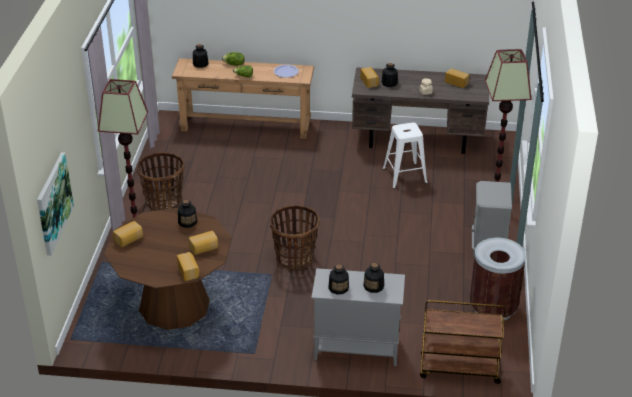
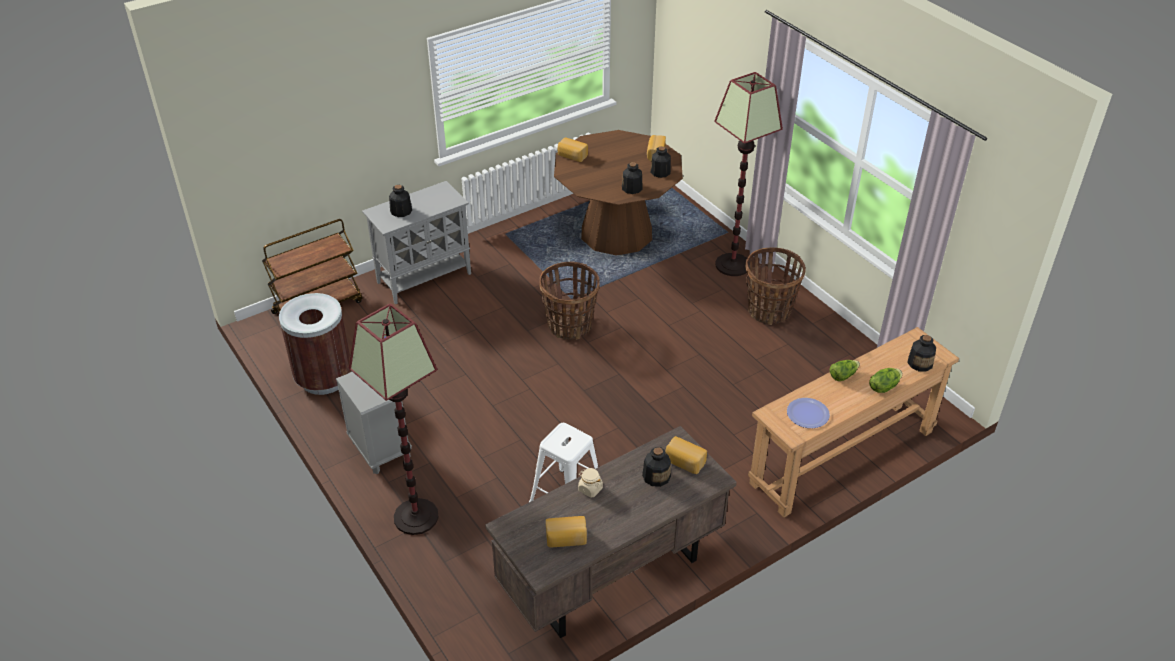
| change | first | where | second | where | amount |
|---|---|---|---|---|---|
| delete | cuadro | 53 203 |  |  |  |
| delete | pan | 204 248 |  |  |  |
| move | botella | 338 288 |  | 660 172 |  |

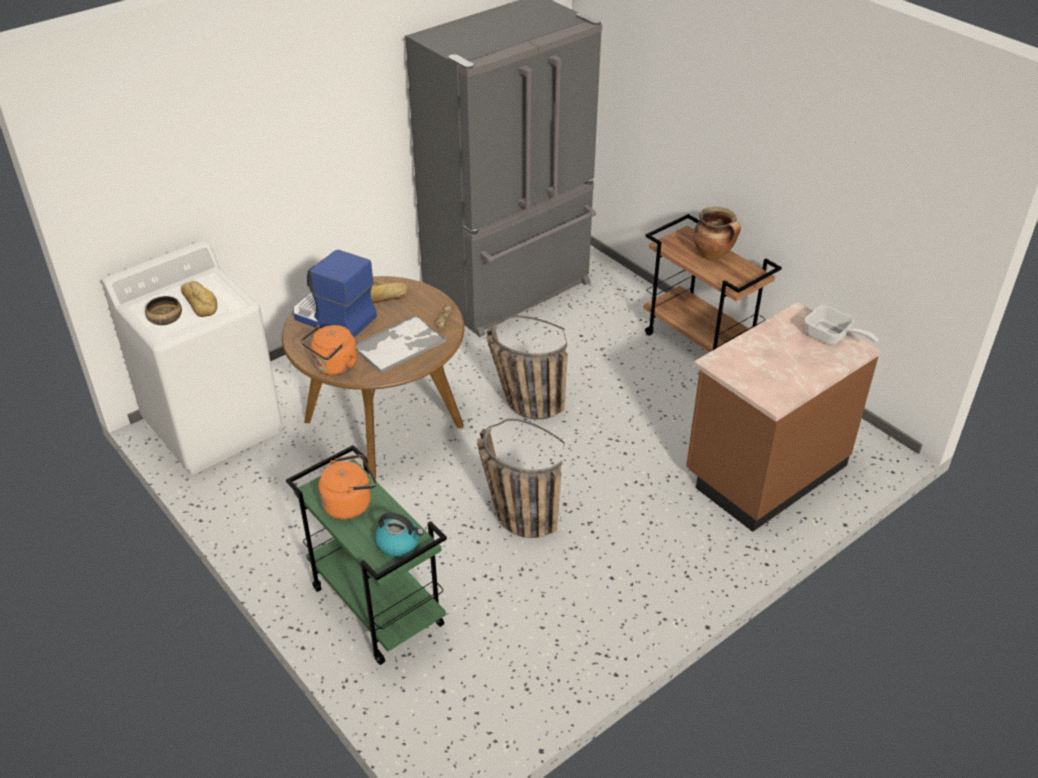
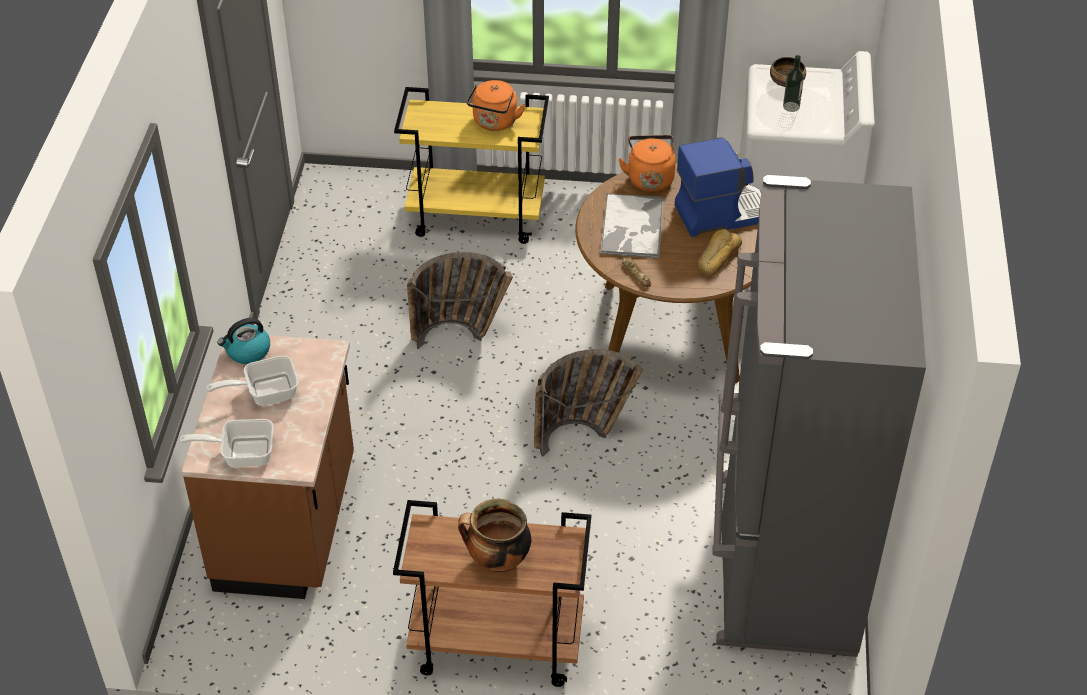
| change | first | where | second | where | amount |
|---|---|---|---|---|---|
| insert |  |  | sartén | 265 392 |  |
| move | hervidor | 399 543 |  | 247 352 |  |
| replace | pan | 200 302 | botella | 791 106 |  |
| recolor | carrito (verde) | 375 606 | carrito (amarillo) | 477 217 |  |

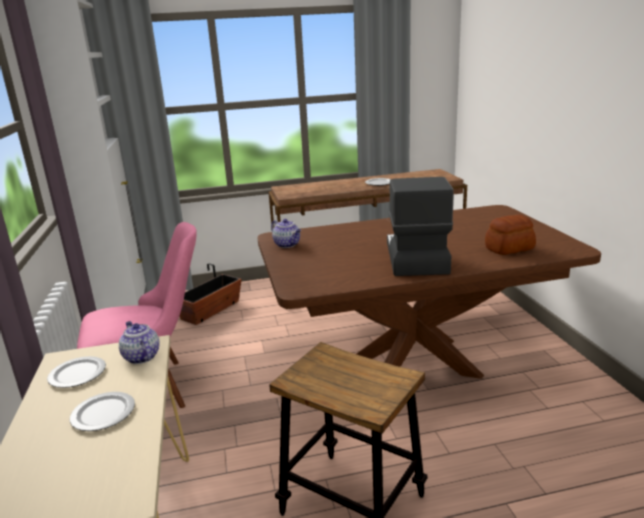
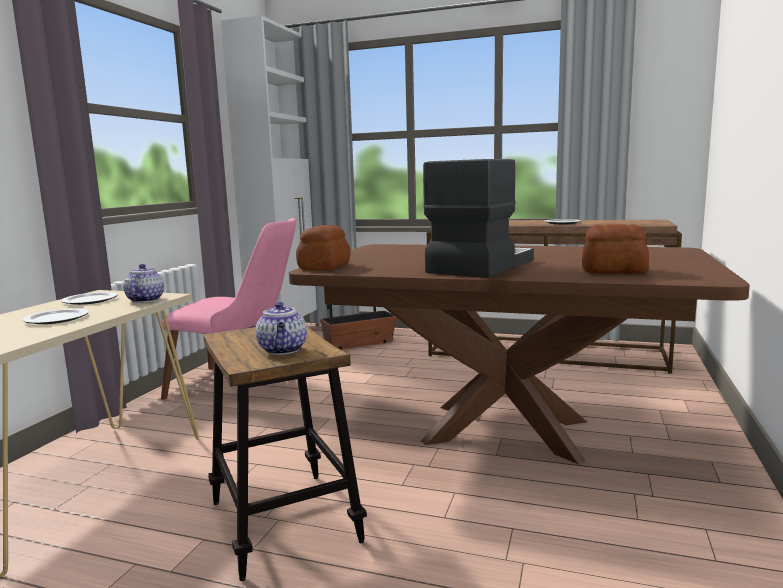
| change | first | where | second | where | amount |
|---|---|---|---|---|---|
| insert |  |  | pan | 325 267 |  |
| move | tetera | 287 245 |  | 283 350 |  |

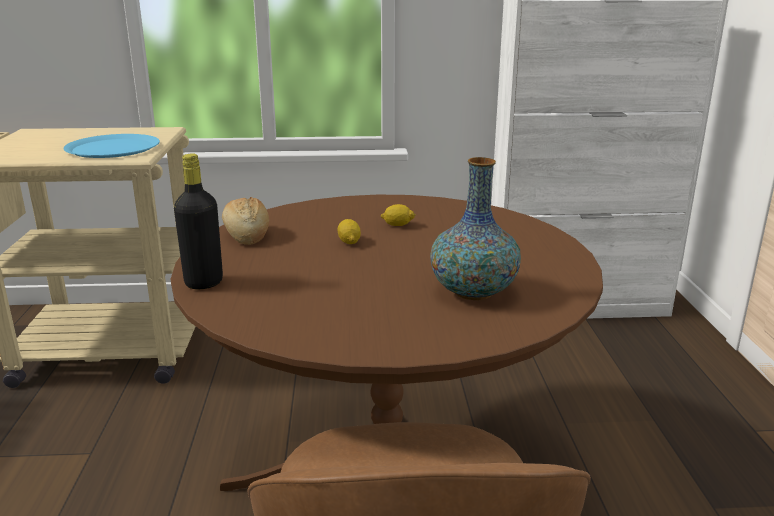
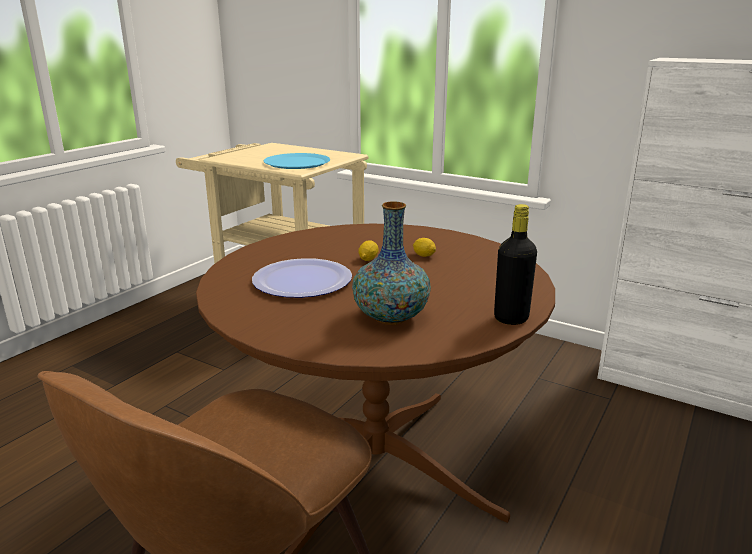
| change | first | where | second | where | amount |
|---|---|---|---|---|---|
| delete | pan | 246 235 |  |  |  |
| insert |  |  | plato | 302 281 |  |
| move | botella (negro) | 204 282 |  | 511 318 |  |

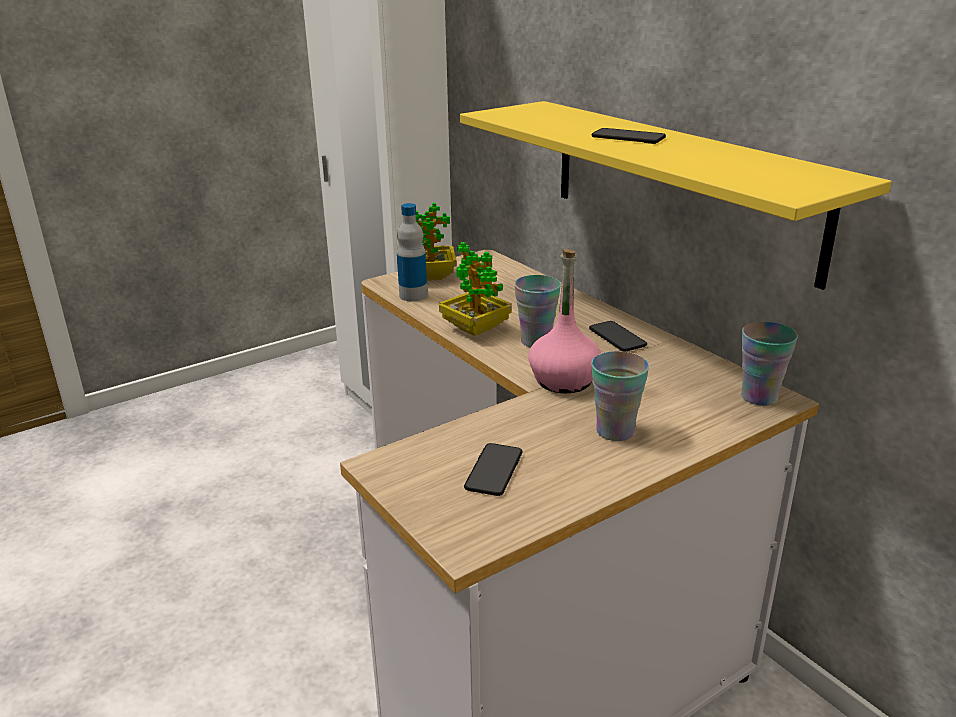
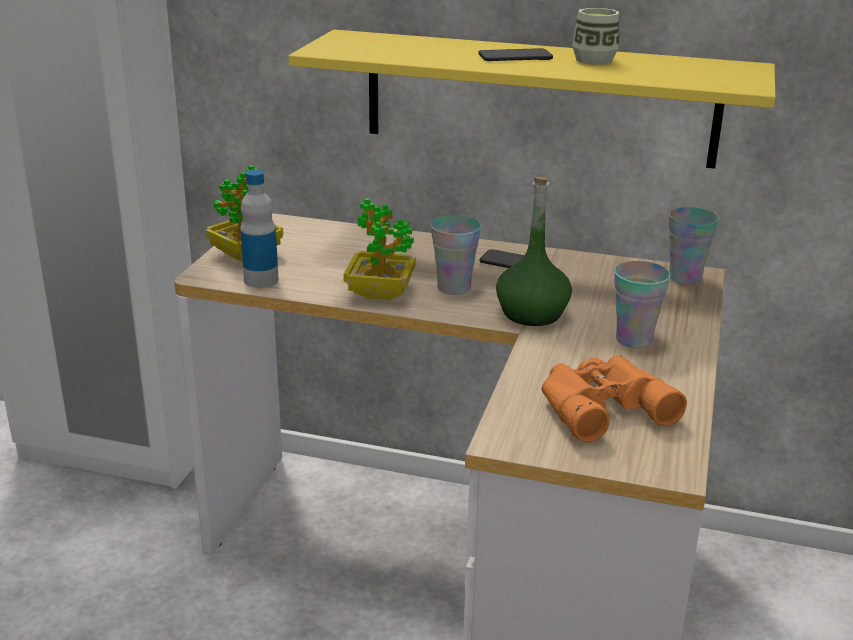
| change | first | where | second | where | amount |
|---|---|---|---|---|---|
| insert |  |  | taza | 594 60 |  |
| replace | móvil | 494 470 | prismáticos (naranja) | 600 405 |  |
| recolor | botella (rosa) | 564 380 | botella (verde) | 532 313 |  |

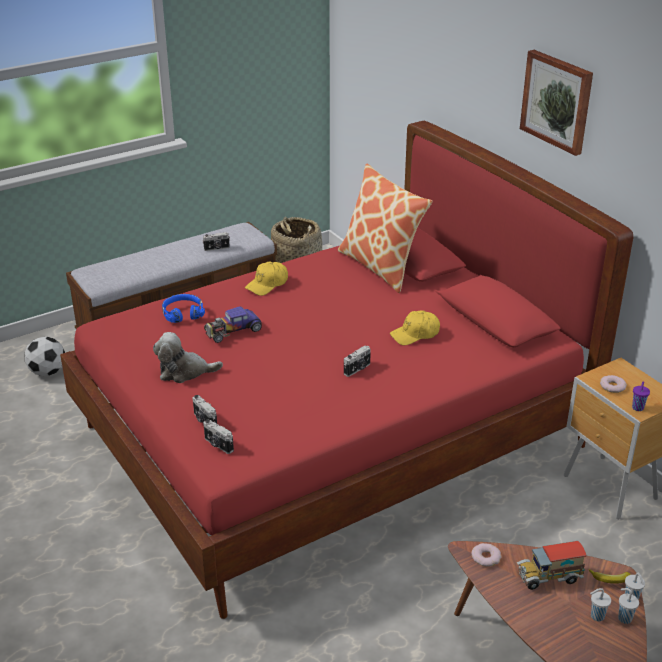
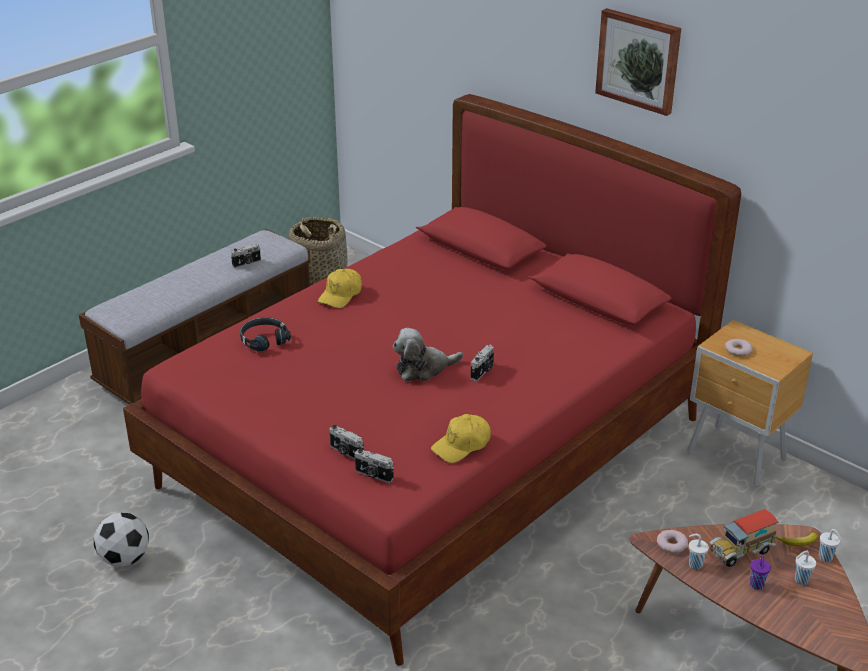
| change | first | where | second | where | amount |
|---|---|---|---|---|---|
| delete | coche de juguete | 233 330 |  |  |  |
| delete | cojín | 381 266 |  |  |  |
| move | balón de fútbol | 48 372 |  | 125 558 |  |
| move | peluche | 184 371 |  | 423 369 |  |
| move | gorra (amarillo) | 415 334 |  | 462 445 |  |
| move | taza (blanco) | 624 618 |  | 694 564 |  |
| move | taza (morado) | 637 408 |  | 756 585 |  |
| recolor | auriculares (azul) | 183 313 | auriculares (negro) | 263 339 |  |

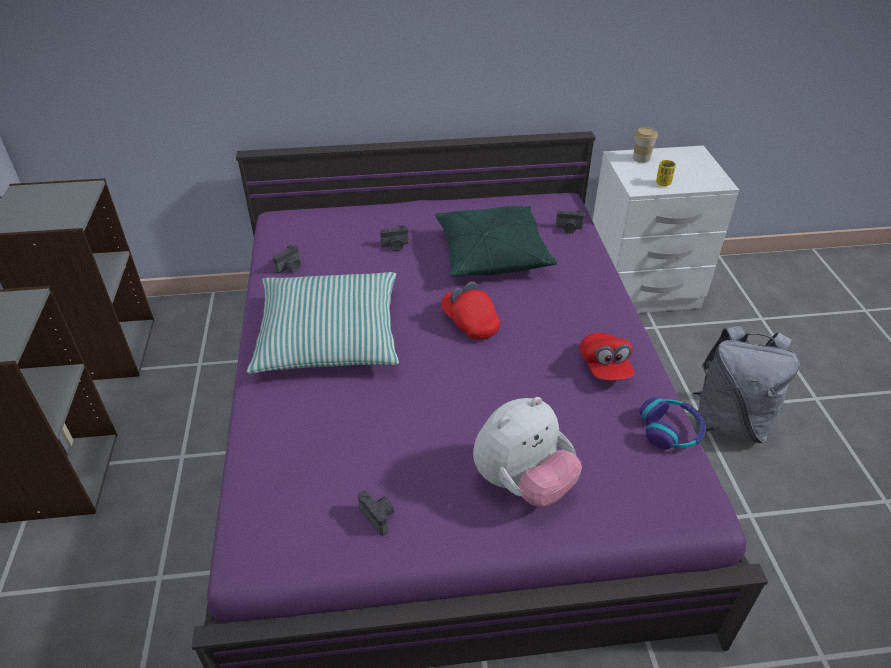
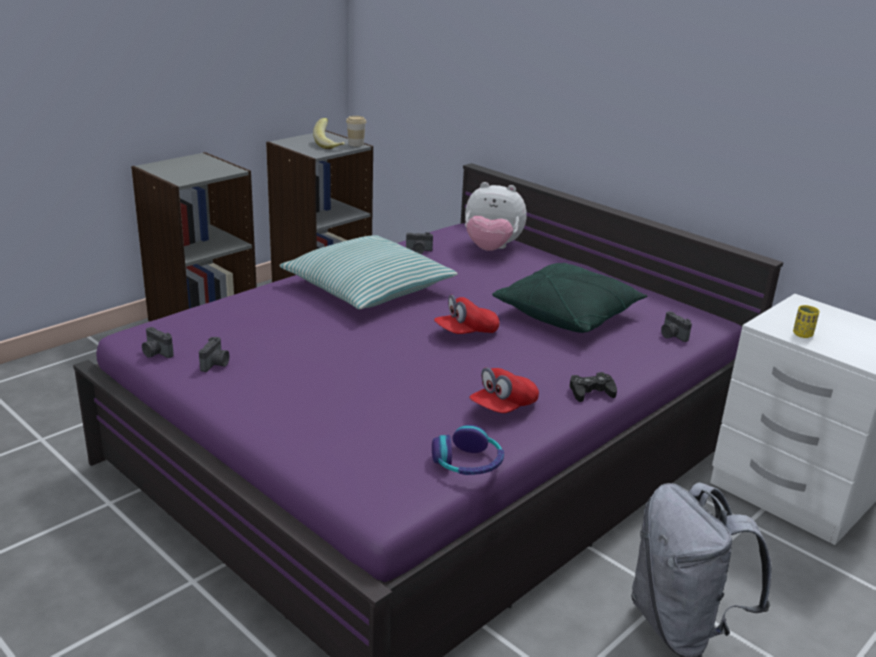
| change | first | where | second | where | amount |
|---|---|---|---|---|---|
| insert |  |  | plátano | 330 145 |  |
| insert |  |  | mando de consola (negro) | 591 392 |  |
| move | cámara | 395 246 |  | 156 353 |  |
| move | peluche | 522 483 |  | 491 249 |  |
| move | taza | 641 158 |  | 356 144 |  |
| rotate | gorra (rojo) | 470 322 |  | 466 333 | 135 degrees counterclockwise |

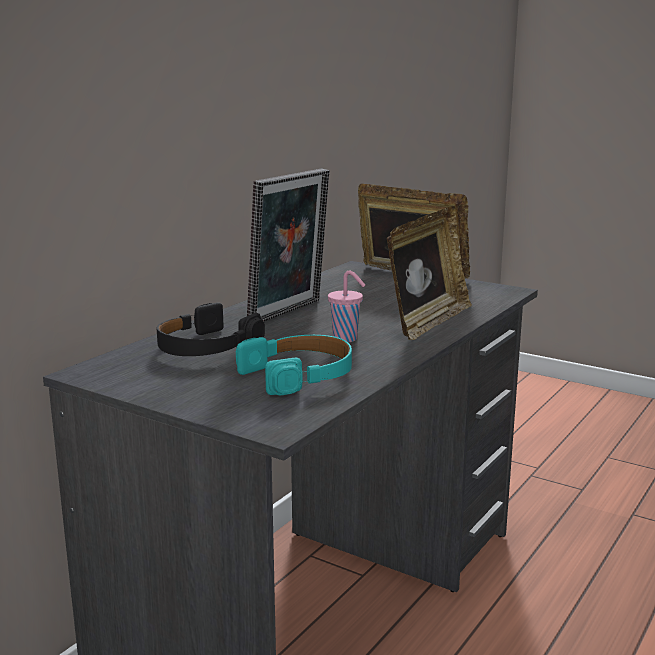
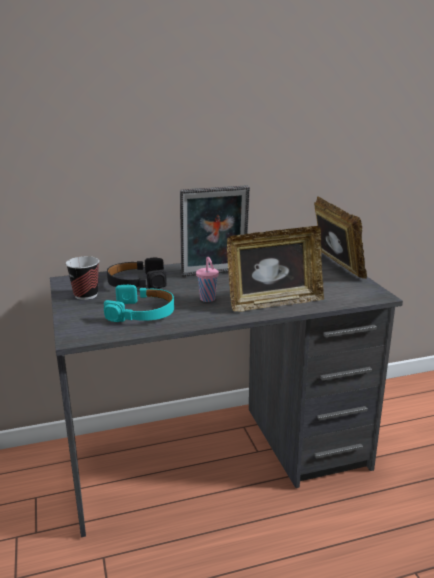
| change | first | where | second | where | amount |
|---|---|---|---|---|---|
| insert |  |  | taza | 86 295 |  |

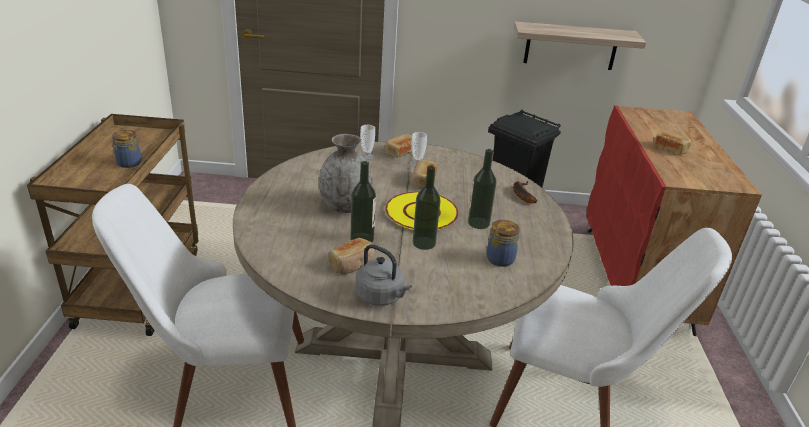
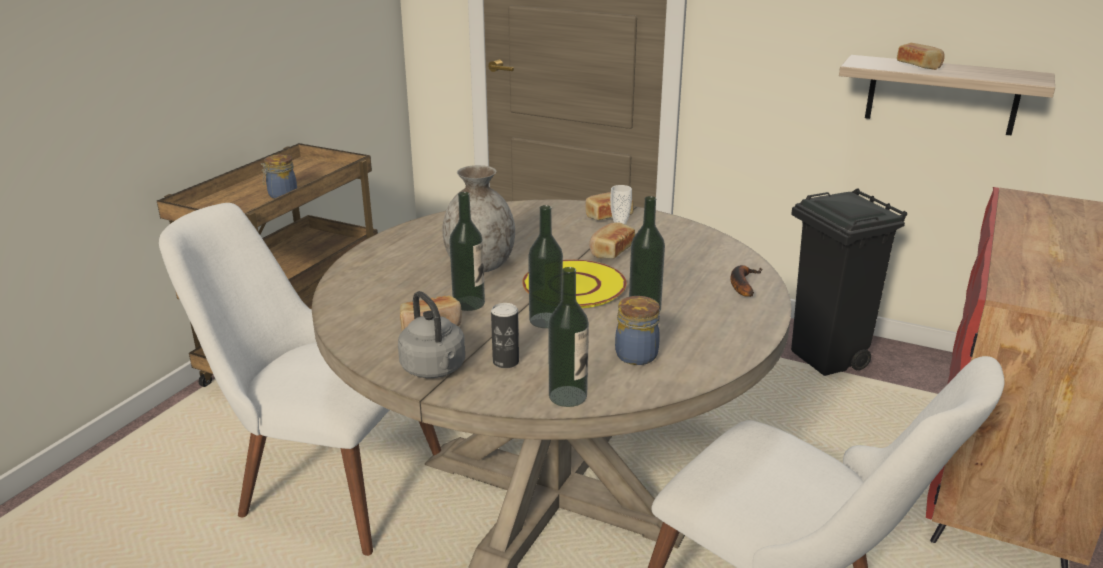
| change | first | where | second | where | amount |
|---|---|---|---|---|---|
| delete | taza | 367 156 |  |  |  |
| insert |  |  | lata | 505 362 |  |
| insert |  |  | botella | 568 396 |  |
| move | pan | 670 148 |  | 919 66 |  |

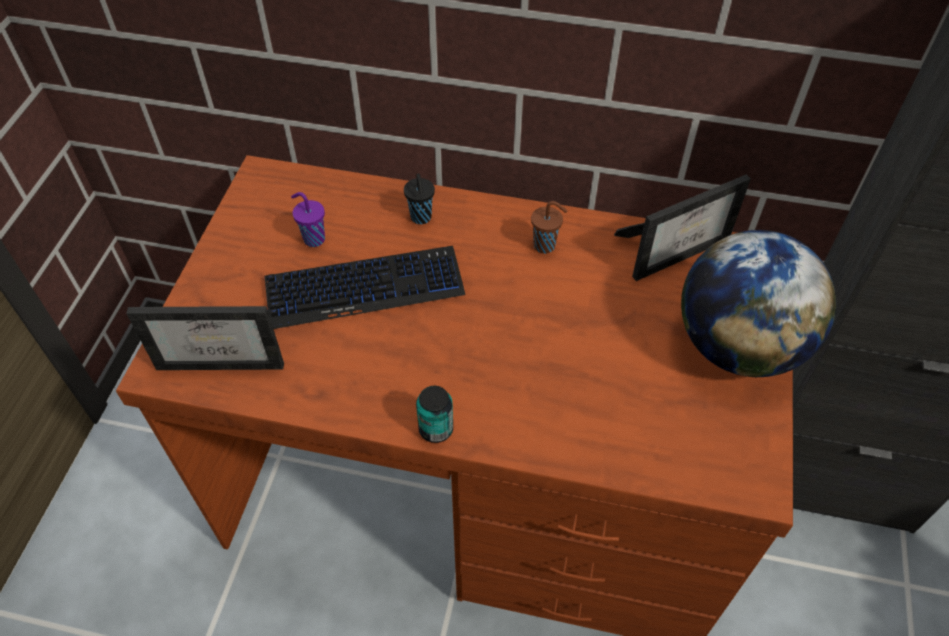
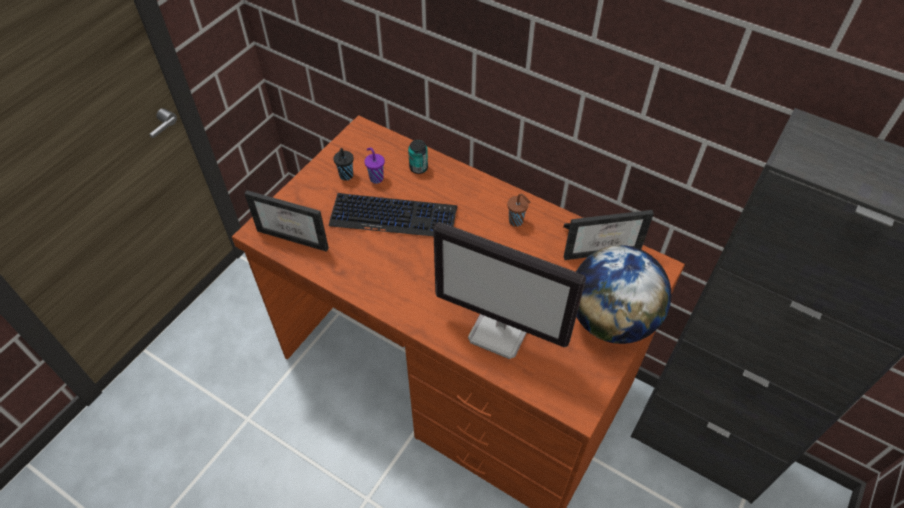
| change | first | where | second | where | amount |
|---|---|---|---|---|---|
| insert |  |  | monitor | 501 331 |  |
| move | taza (negro) | 421 218 |  | 346 176 |  |
| move | lata | 436 429 |  | 418 168 |  |

